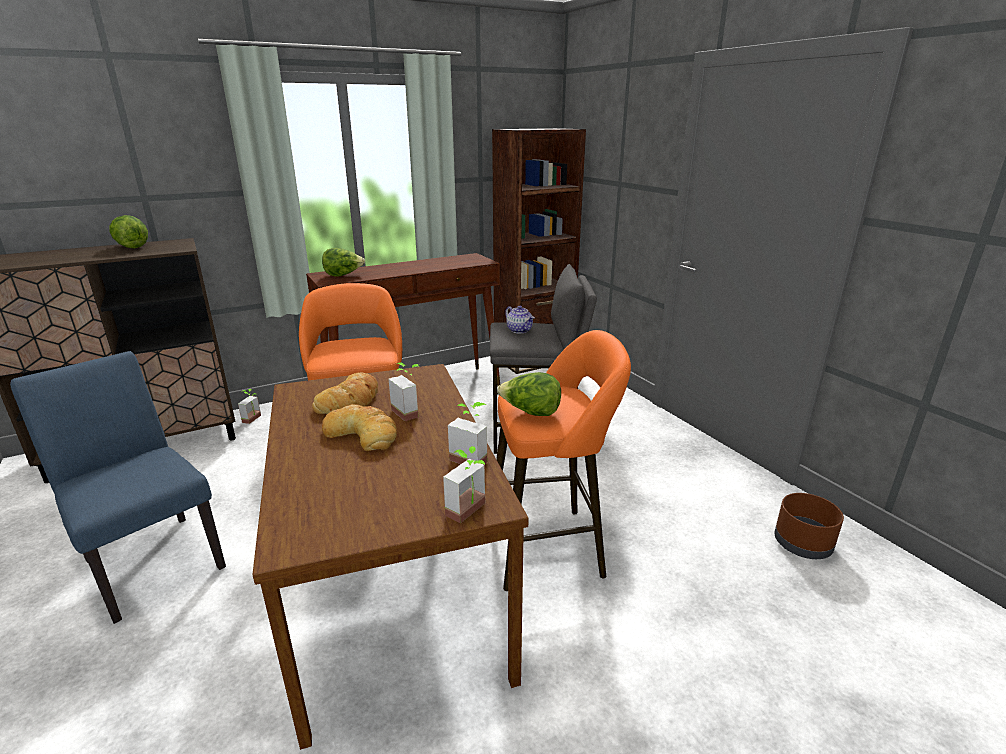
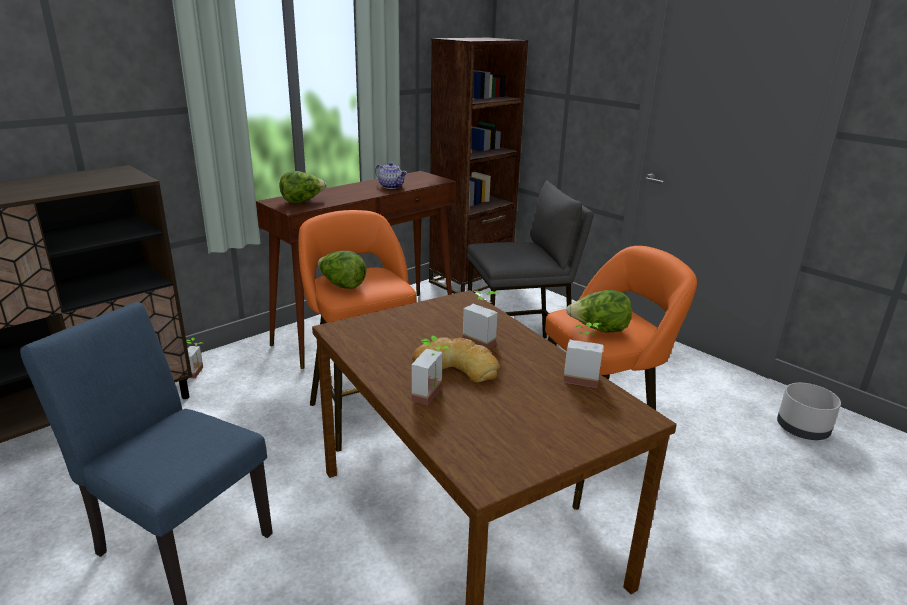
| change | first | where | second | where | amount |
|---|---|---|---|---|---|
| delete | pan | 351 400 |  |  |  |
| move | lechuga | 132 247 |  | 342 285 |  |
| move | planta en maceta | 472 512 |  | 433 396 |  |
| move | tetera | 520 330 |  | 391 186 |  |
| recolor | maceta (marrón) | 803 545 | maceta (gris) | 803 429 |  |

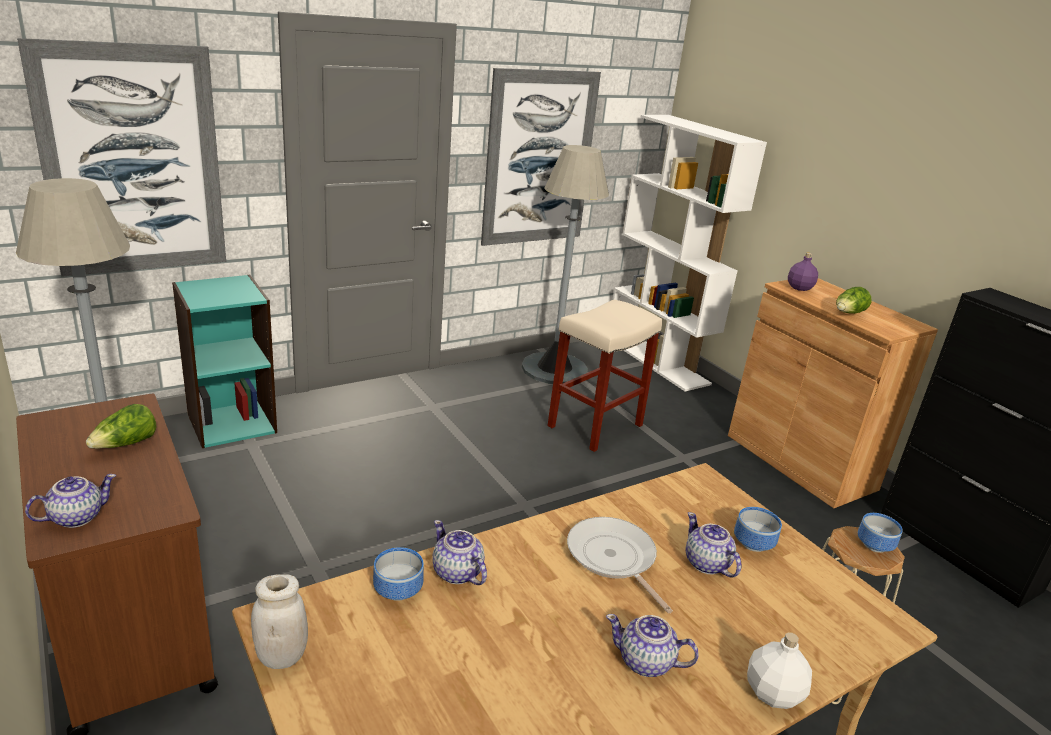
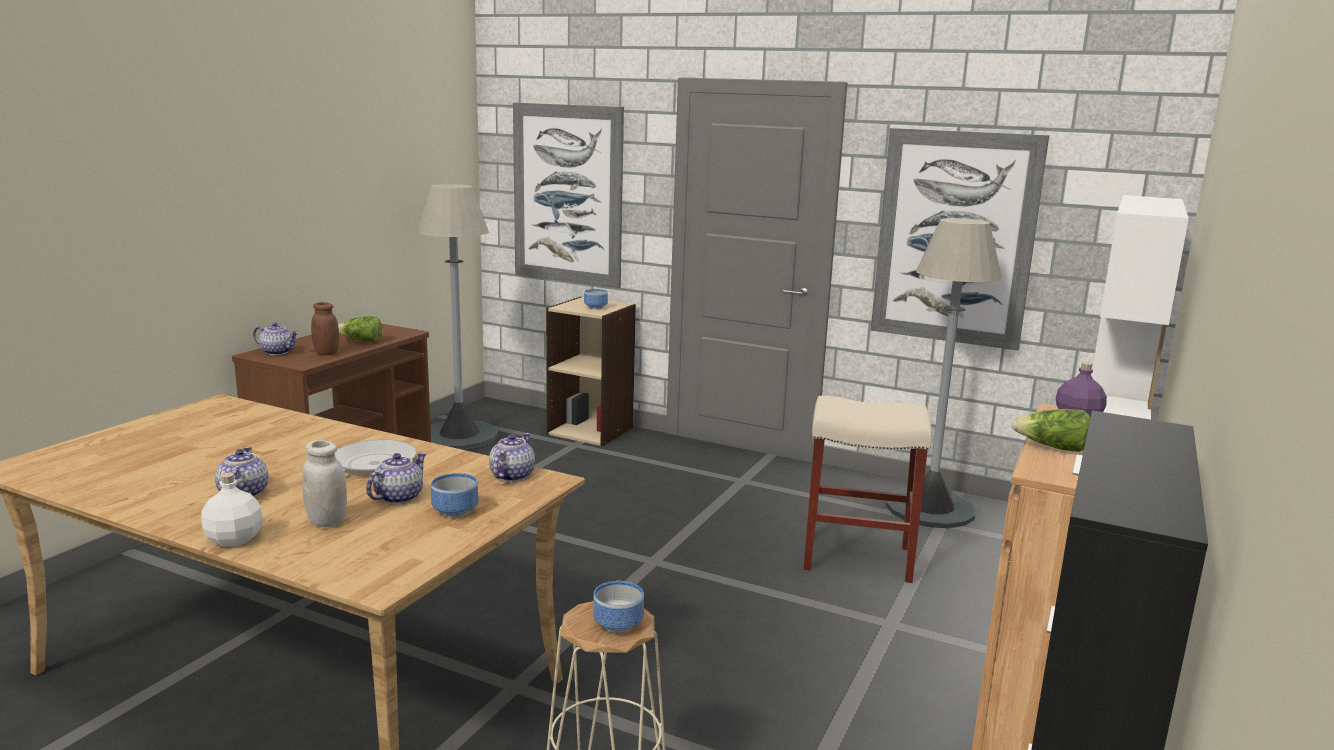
| change | first | where | second | where | amount |
|---|---|---|---|---|---|
| insert |  |  | tarro (marrón) | 326 353 |  |
| move | tarro (blanco) | 281 657 |  | 327 521 |  |
| move | cuenco | 400 589 |  | 596 307 |  |
| move | tetera | 457 573 |  | 511 476 |  |
| recolor | estantería (turquesa) | 232 423 | estantería (beis) | 591 430 |  |

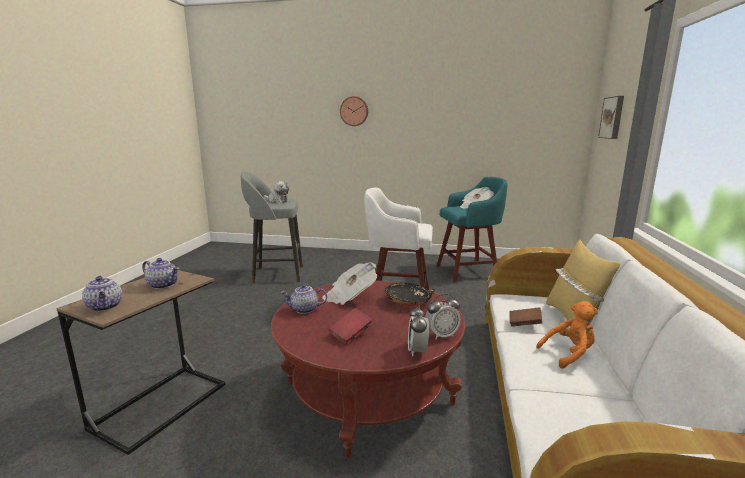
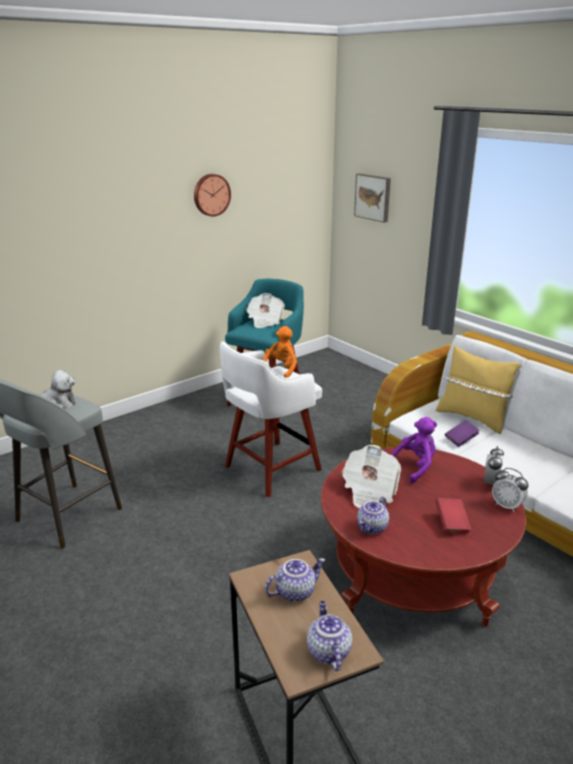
| change | first | where | second | where | amount |
|---|---|---|---|---|---|
| move | reloj de pared | 354 111 |  | 211 194 |  |
| move | peluche (naranja) | 569 354 |  | 280 370 |  |
| replace | cuenco (negro) | 409 301 | peluche (morado) | 414 467 |  |
| recolor | libro (marrón) | 524 324 | libro (morado) | 461 440 |  |
| rotate | tetera | 105 307 |  | 328 651 | 105 degrees counterclockwise |

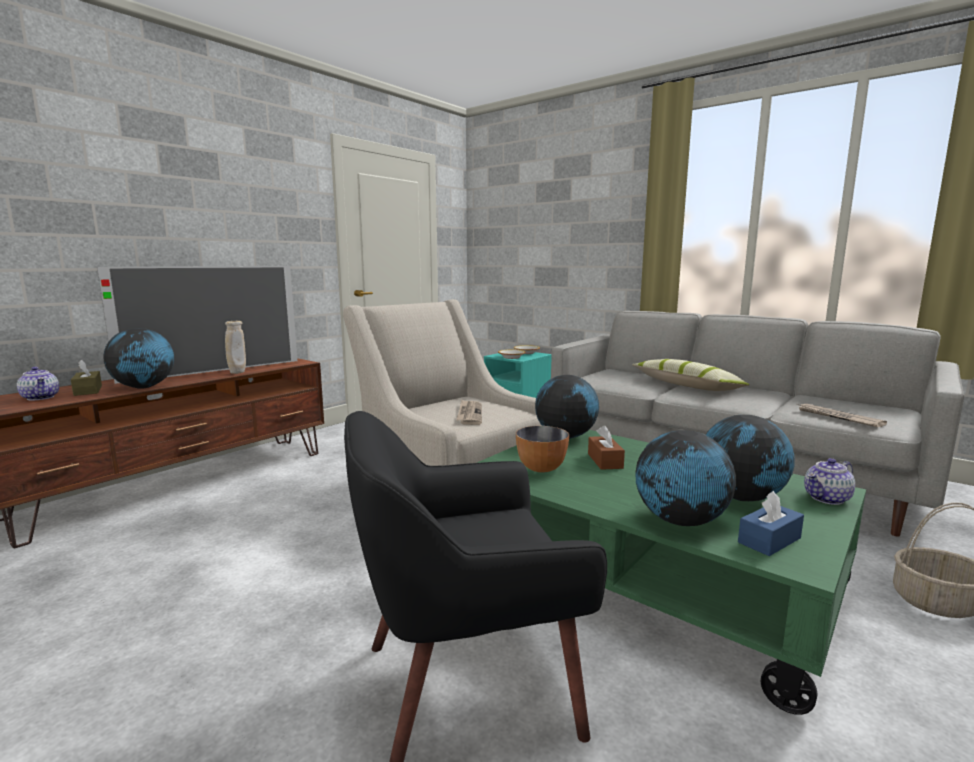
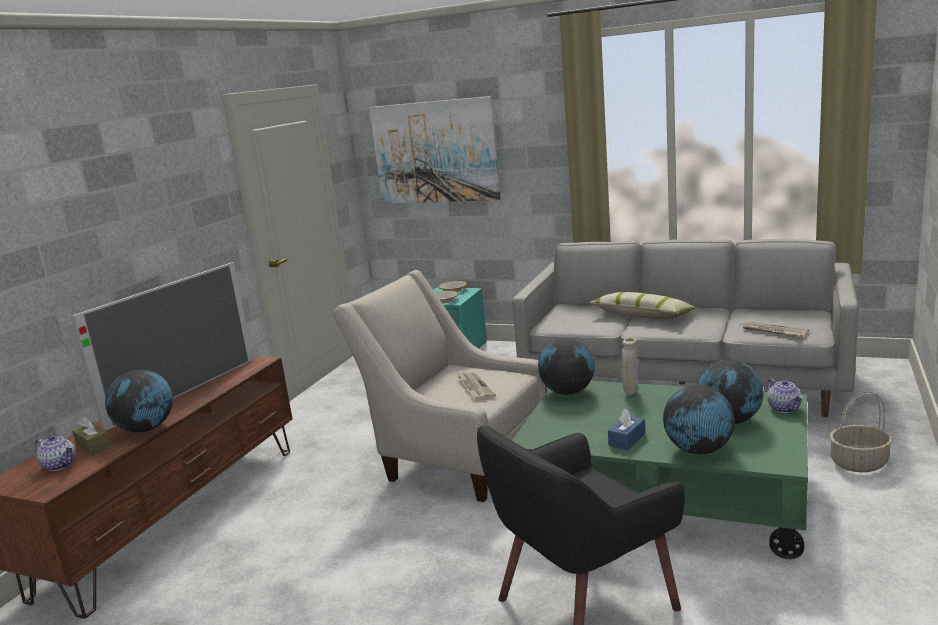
| change | first | where | second | where | amount |
|---|---|---|---|---|---|
| delete | cuenco | 541 468 |  |  |  |
| delete | caja de pañuelos (marrón) | 605 461 |  |  |  |
| insert |  |  | cuadro | 435 152 |  |
| move | florero (beis) | 237 373 |  | 630 393 |  |
| move | caja de pañuelos (azul) | 769 540 |  | 627 440 |  |
| rotate | tetera | 827 498 |  | 784 408 | 60 degrees counterclockwise |

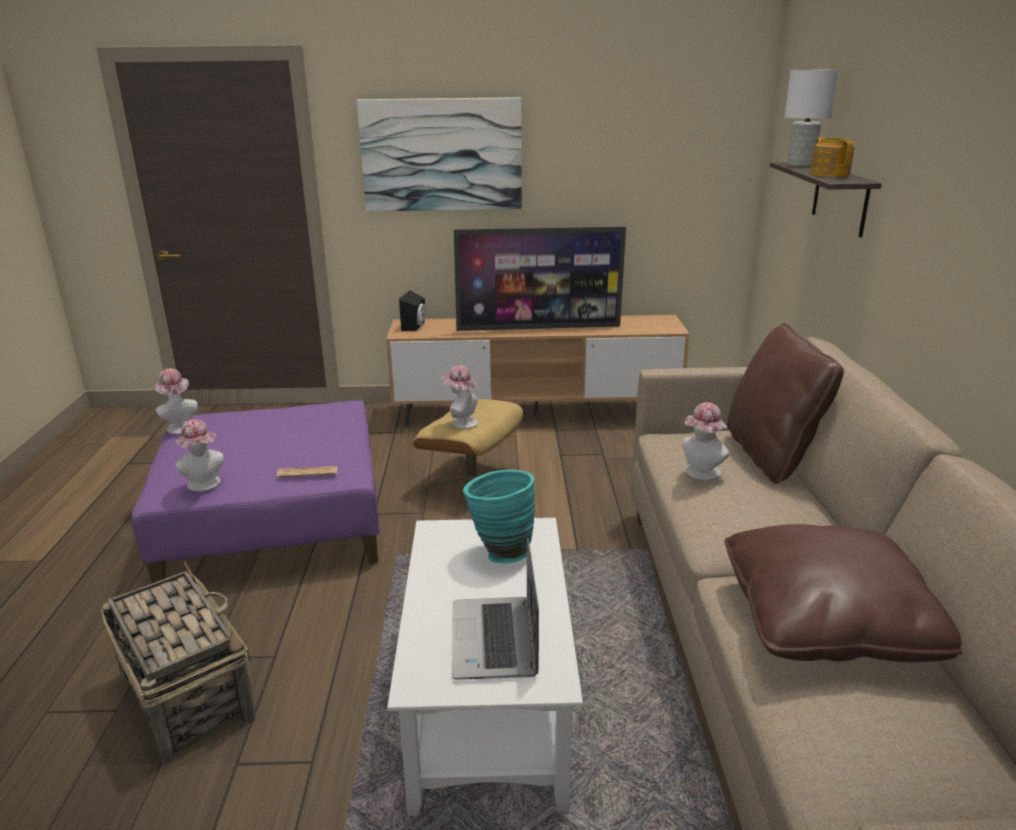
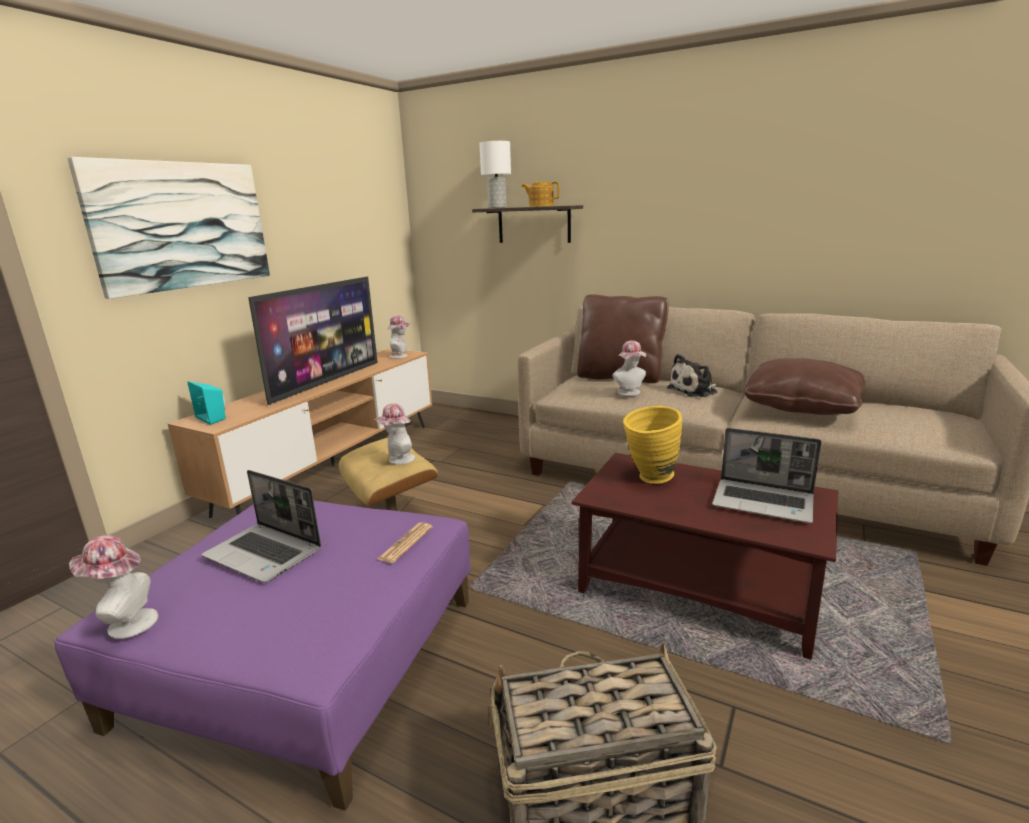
| change | first | where | second | where | amount |
|---|---|---|---|---|---|
| insert |  |  | portátil | 265 553 |  |
| insert |  |  | peluche | 695 390 |  |
| move | sombrero | 205 485 |  | 401 356 |  |
| recolor | mesa de centro (blanco) | 489 703 | mesa de centro (marrón) | 699 590 |  |
| recolor | altavoz (negro) | 415 326 | altavoz (turquesa) | 213 418 |  |
| recolor | florero (turquesa) | 499 552 | florero (amarillo) | 649 479 |  |

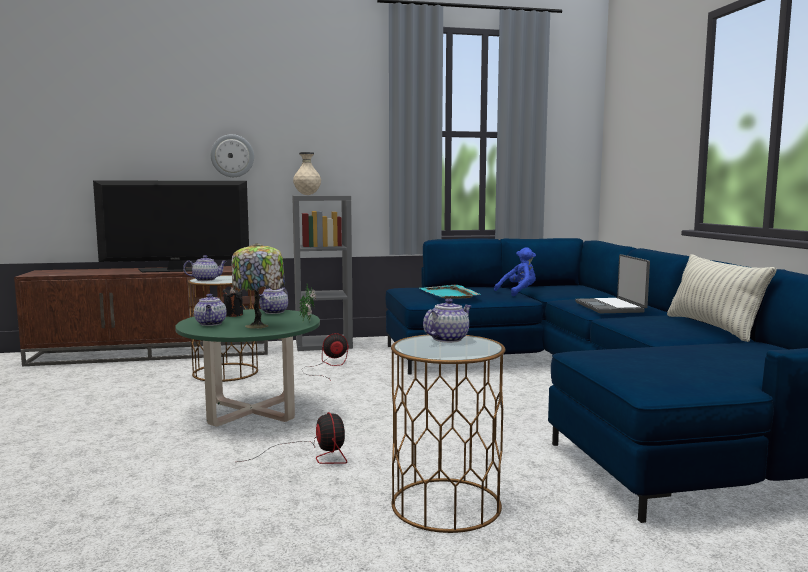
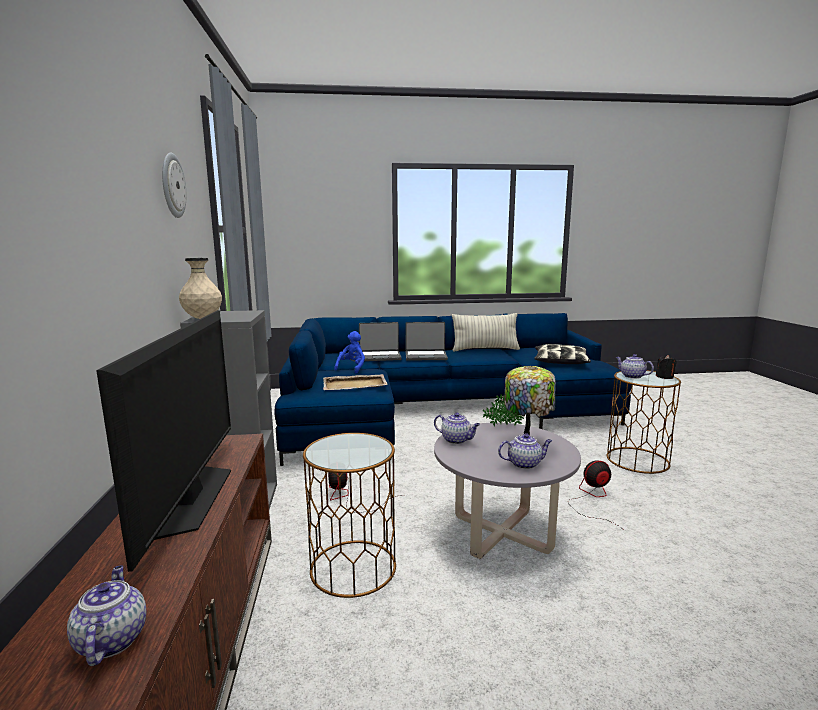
| change | first | where | second | where | amount |
|---|---|---|---|---|---|
| insert |  |  | portátil | 380 357 |  |
| insert |  |  | cojín | 560 362 |  |
| move | tetera | 206 280 |  | 111 640 |  |
| move | reloj de pared | 232 156 |  | 172 185 |  |
| move | vela (negro) | 233 315 |  | 664 377 |  |
| recolor | mesa de centro (verde) | 252 411 | mesa de centro (gris) | 501 533 |  |
| recolor | bandeja (turquesa) | 449 294 | bandeja (beis) | 355 384 |  |
| rotate | peluche (azul) | 518 292 |  | 352 368 | 45 degrees clockwise |

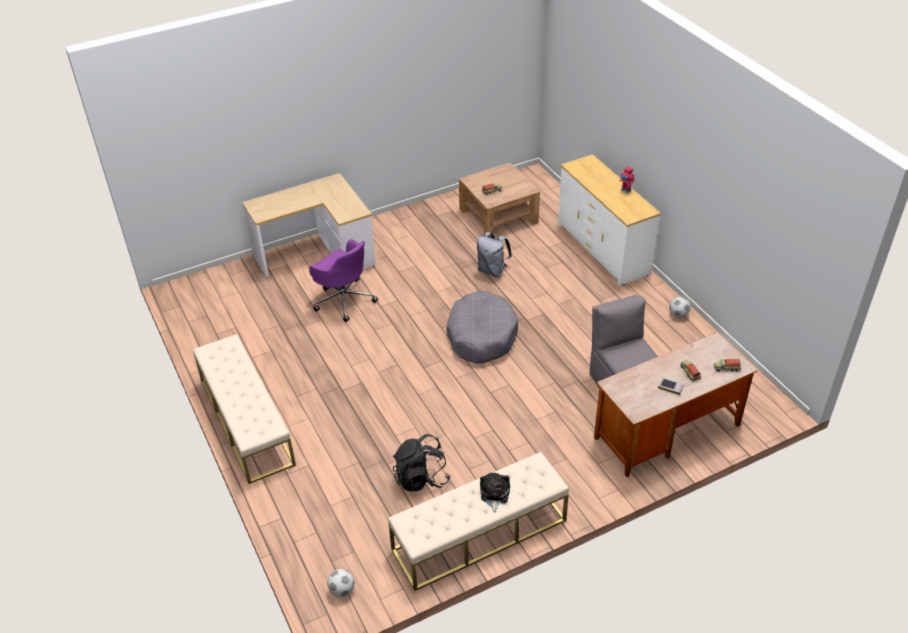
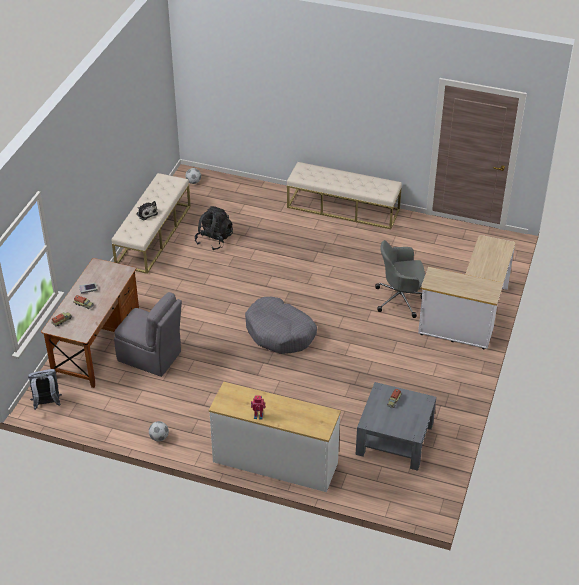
| change | first | where | second | where | amount |
|---|---|---|---|---|---|
| move | mochila (gris) | 492 270 |  | 47 403 |  |
| recolor | silla de oficina (morado) | 344 299 | silla de oficina (gris) | 400 299 |  |
| recolor | mesa de centro (marrón) | 498 216 | mesa de centro (gris) | 394 439 |  |

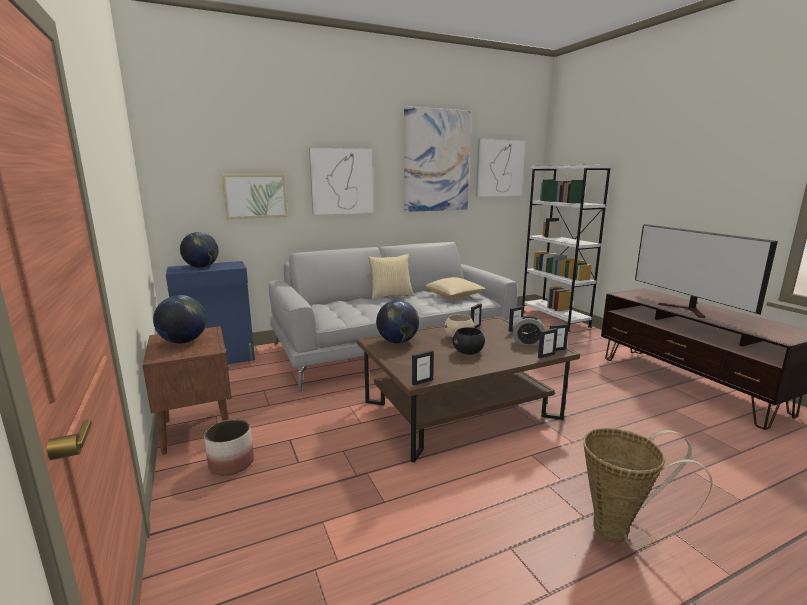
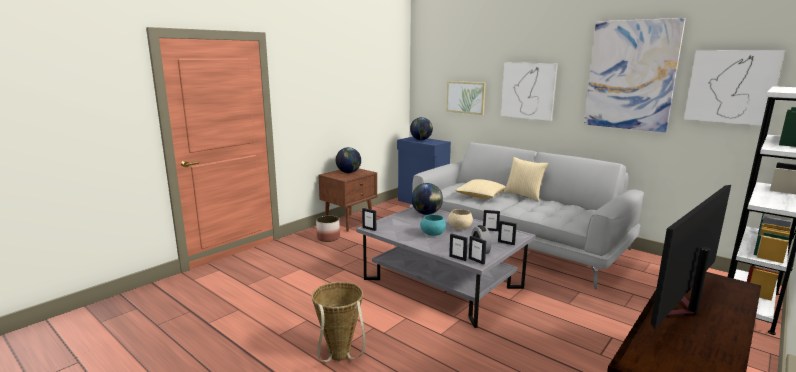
| change | first | where | second | where | amount |
|---|---|---|---|---|---|
| move | cojín | 454 296 |  | 480 196 |  |
| recolor | mesa de centro (marrón) | 461 410 | mesa de centro (gris) | 442 283 |  |
| recolor | cuenco (negro) | 468 352 | cuenco (turquesa) | 432 234 |  |

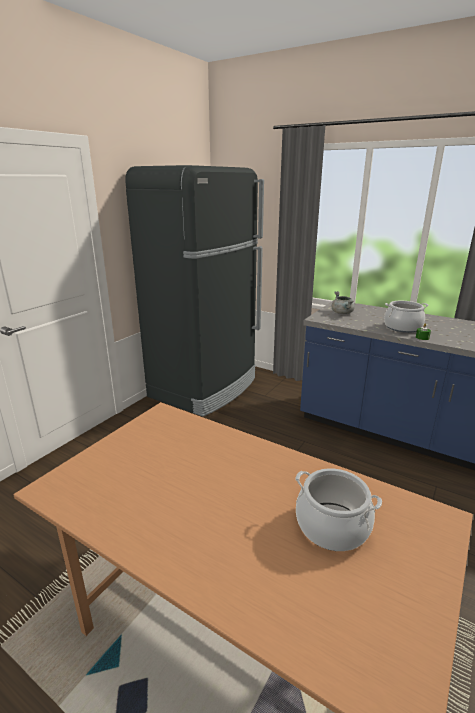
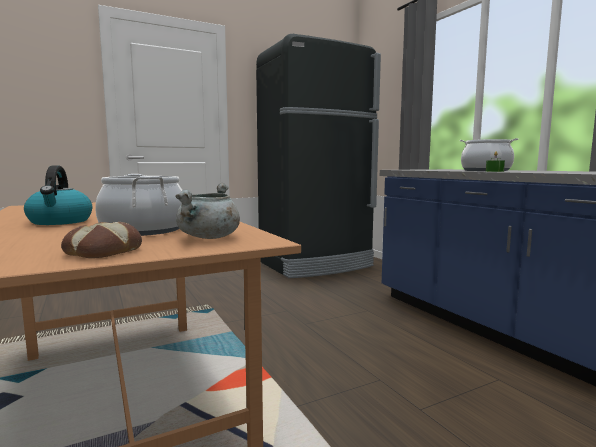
| change | first | where | second | where | amount |
|---|---|---|---|---|---|
| insert |  |  | hervidor | 60 221 |  |
| insert |  |  | pan | 103 251 |  |
| move | olla (gris) | 342 313 |  | 209 237 |  |

